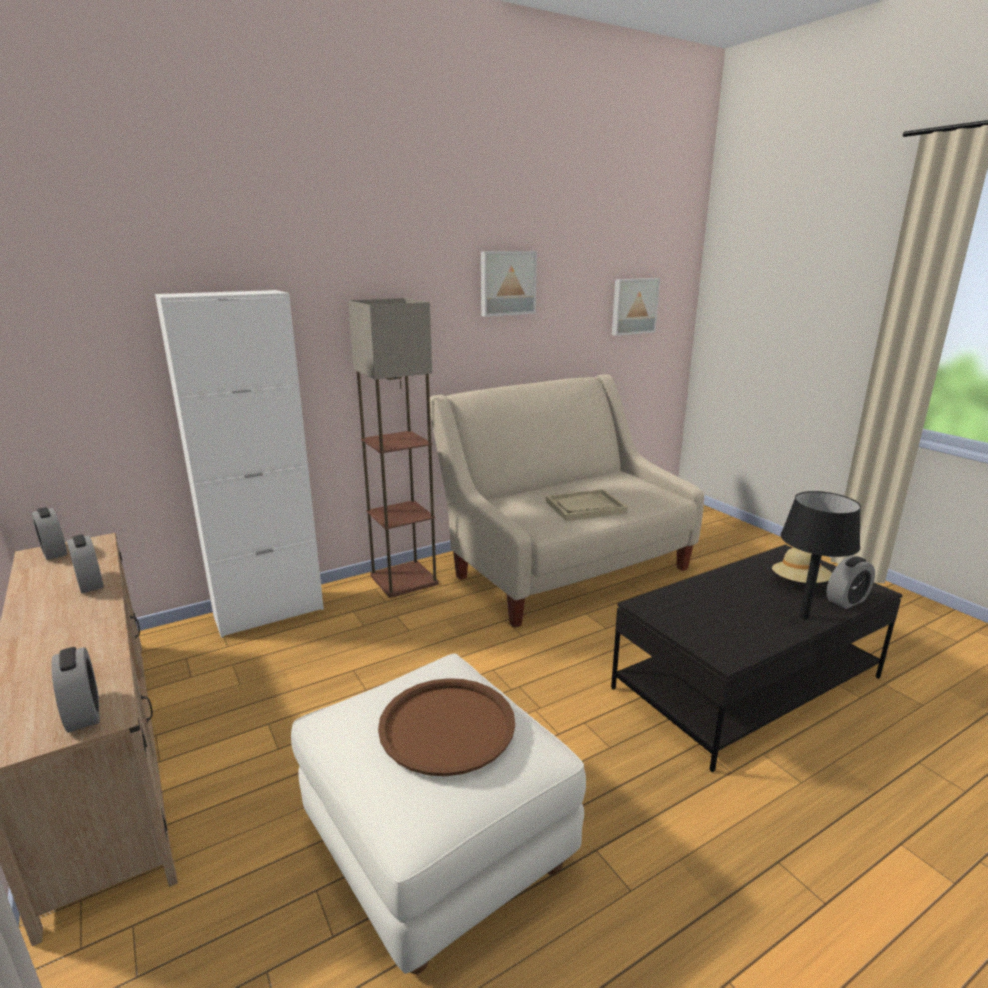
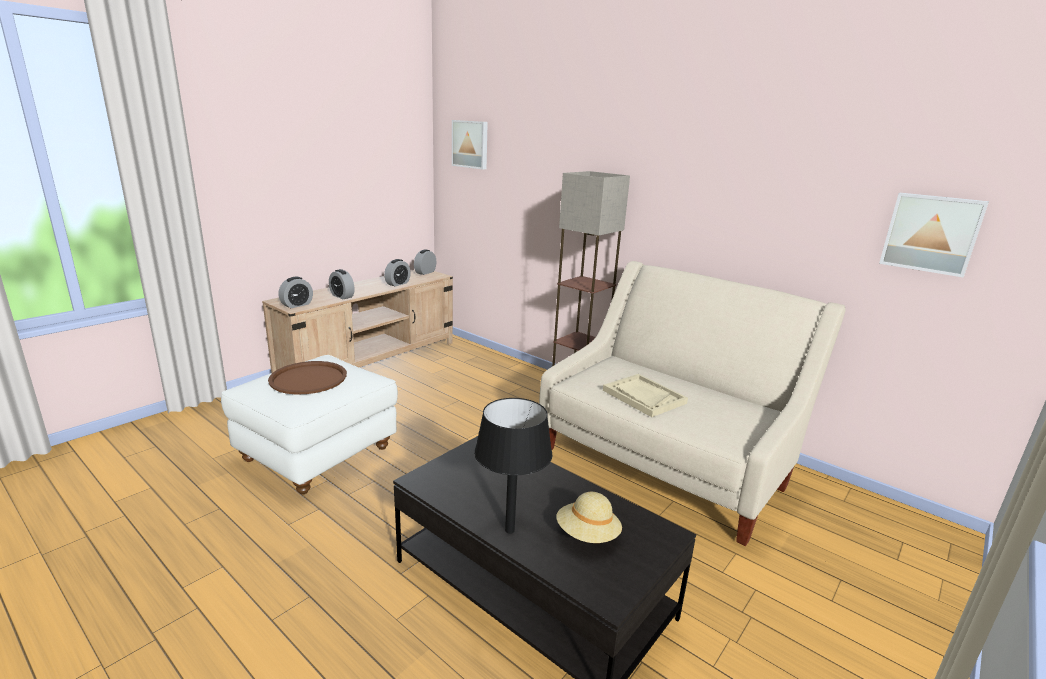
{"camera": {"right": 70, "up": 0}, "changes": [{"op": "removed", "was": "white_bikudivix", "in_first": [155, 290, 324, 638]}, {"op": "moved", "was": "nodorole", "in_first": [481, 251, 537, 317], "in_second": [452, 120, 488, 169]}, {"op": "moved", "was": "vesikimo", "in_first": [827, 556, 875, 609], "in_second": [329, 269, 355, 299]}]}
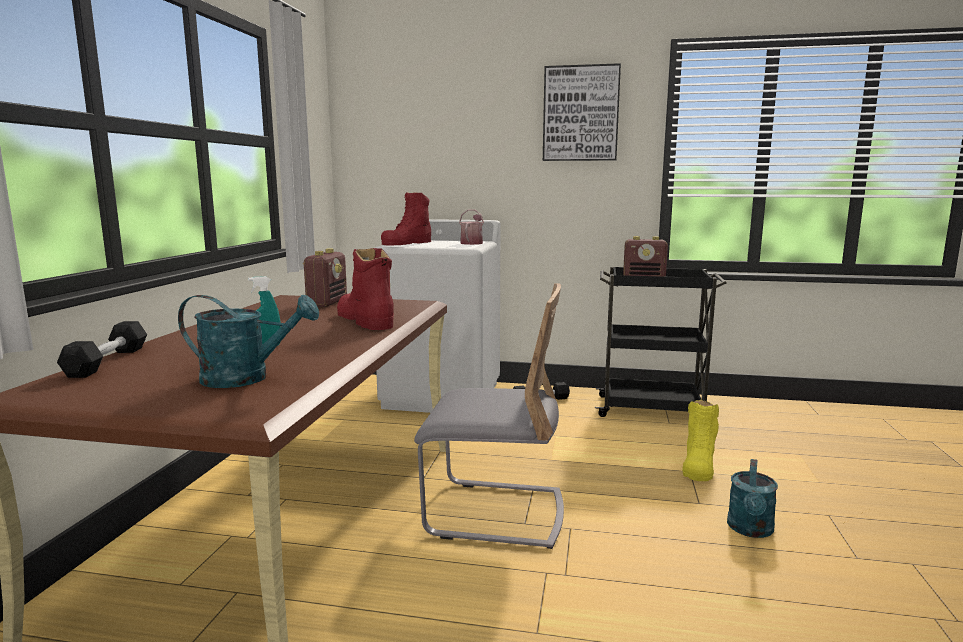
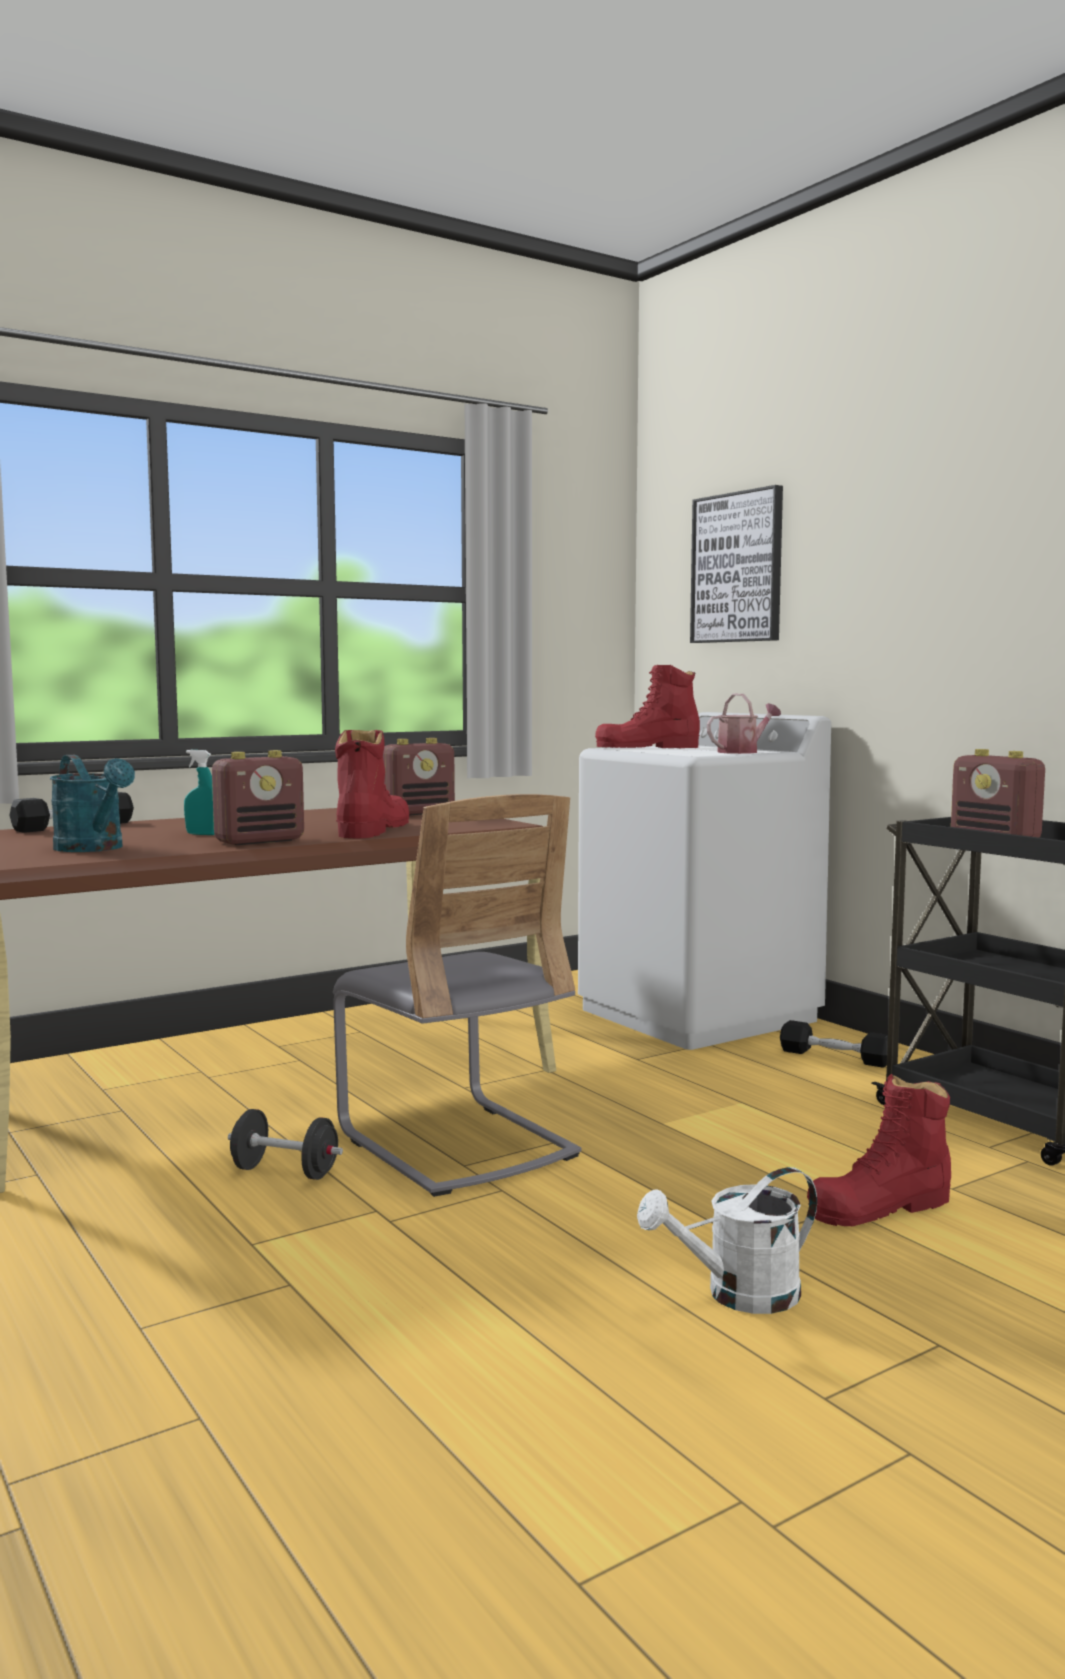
{"camera": {"right": 45, "up": -5}, "changes": [{"op": "added", "now": "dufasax", "in_second": [212, 750, 304, 845]}, {"op": "added", "now": "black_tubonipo", "in_second": [228, 1109, 343, 1180]}, {"op": "moved", "was": "nodorole", "in_first": [543, 63, 621, 161], "in_second": [690, 485, 783, 643]}, {"op": "recoloured", "was": "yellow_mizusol", "now": "red_mizusol", "in_first": [682, 400, 719, 481], "in_second": [807, 1074, 951, 1226]}, {"op": "recoloured", "was": "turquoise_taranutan", "now": "white_taranutan", "in_first": [727, 459, 778, 538], "in_second": [637, 1167, 817, 1314]}]}
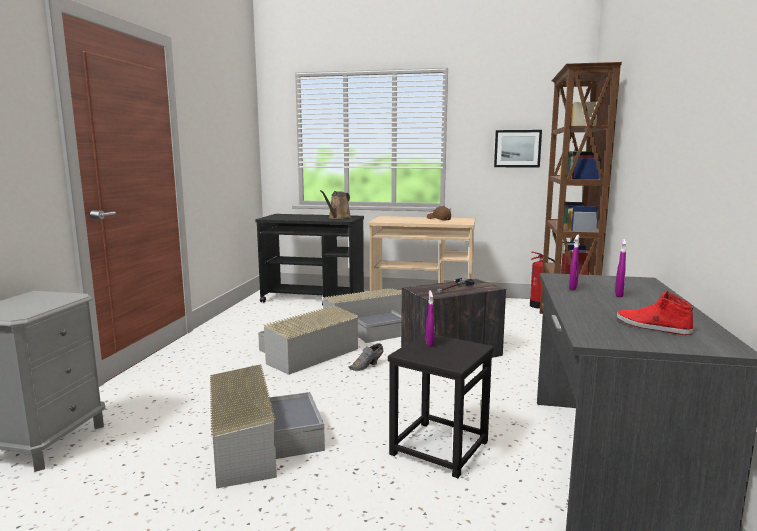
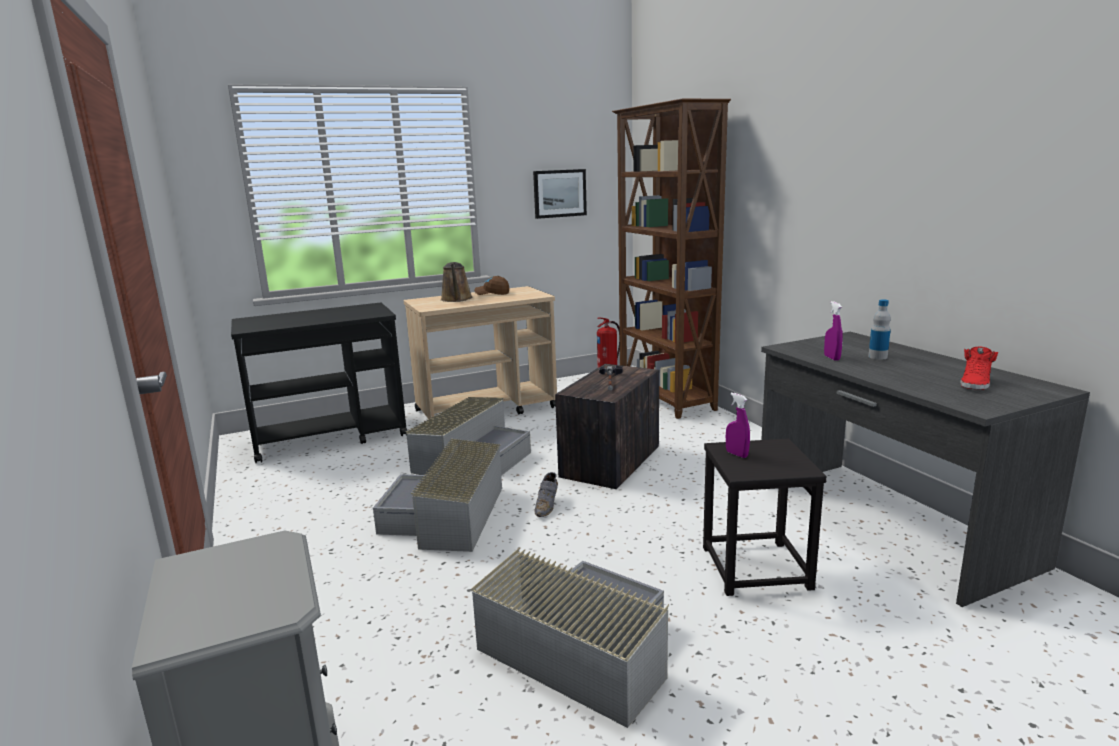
{"camera": {"right": -35, "up": 5}, "changes": [{"op": "moved", "was": "brown_taranutan", "in_first": [320, 190, 351, 219], "in_second": [441, 262, 473, 302]}, {"op": "replaced", "was": "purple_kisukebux", "now": "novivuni", "in_first": [615, 239, 626, 297], "in_second": [868, 299, 891, 360]}, {"op": "turned", "was": "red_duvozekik", "in_first": [617, 291, 694, 335], "in_second": [960, 346, 998, 390], "clockwise": -60}]}
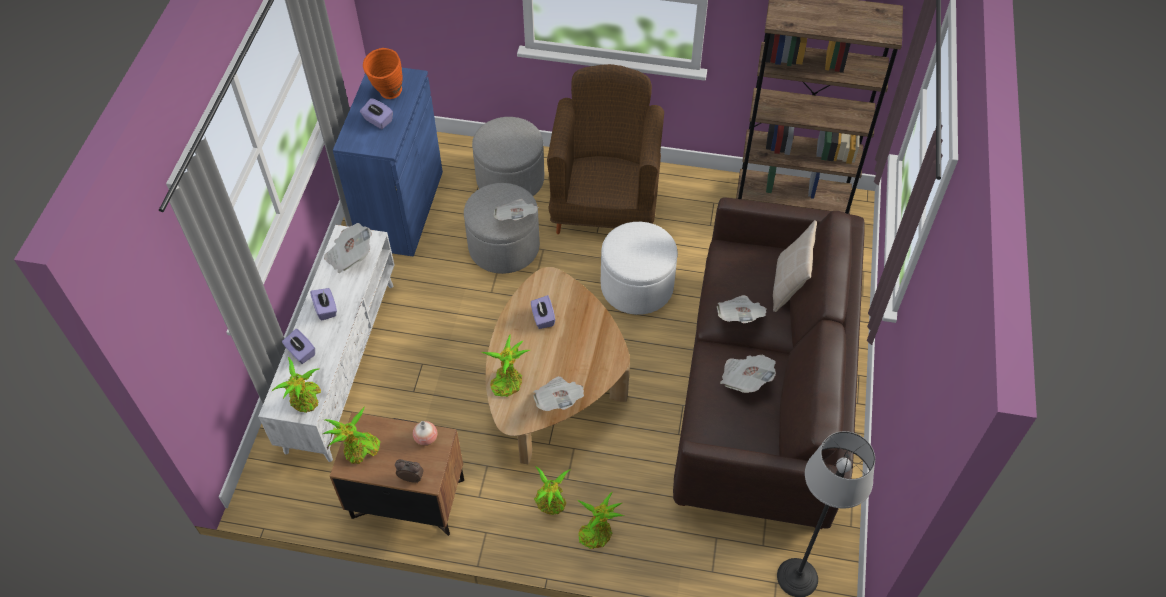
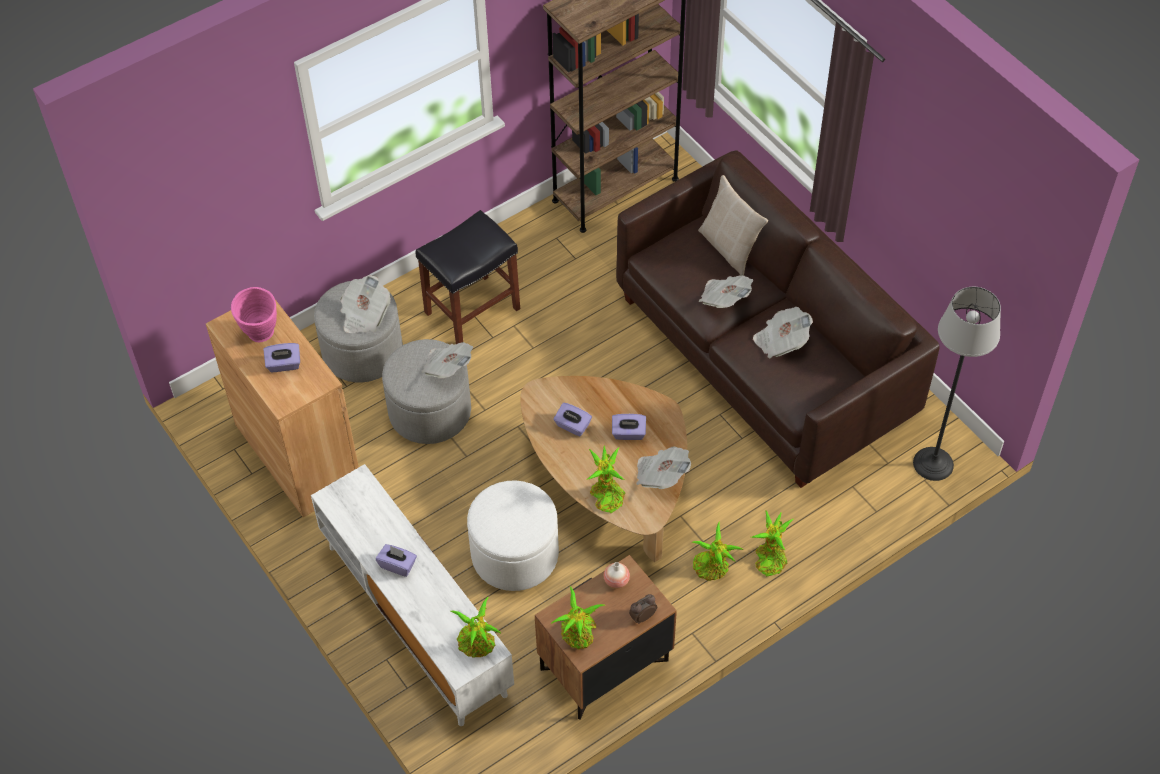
{"camera": {"right": -45, "up": 0}, "changes": [{"op": "moved", "was": "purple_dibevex", "in_first": [282, 329, 315, 364], "in_second": [612, 414, 646, 440]}, {"op": "moved", "was": "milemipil", "in_first": [324, 223, 372, 273], "in_second": [341, 275, 391, 333]}, {"op": "moved", "was": "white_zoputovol", "in_first": [601, 222, 678, 315], "in_second": [467, 480, 559, 591]}, {"op": "replaced", "was": "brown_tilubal", "now": "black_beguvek", "in_first": [547, 64, 664, 234], "in_second": [416, 210, 520, 344]}, {"op": "recoloured", "was": "blue_bikudivix", "now": "brown_bikudivix", "in_first": [333, 68, 443, 257], "in_second": [206, 300, 359, 518]}, {"op": "recoloured", "was": "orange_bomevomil", "now": "pink_bomevomil", "in_first": [363, 48, 403, 99], "in_second": [231, 287, 277, 342]}]}
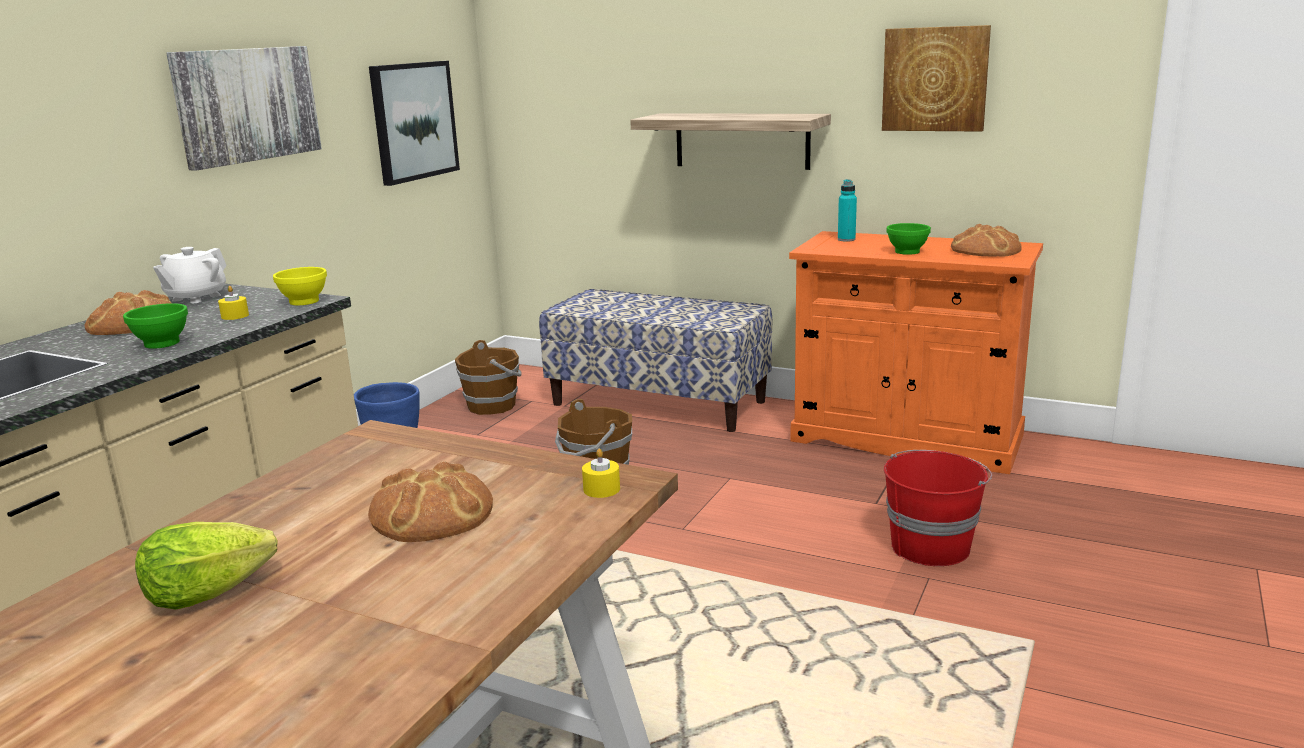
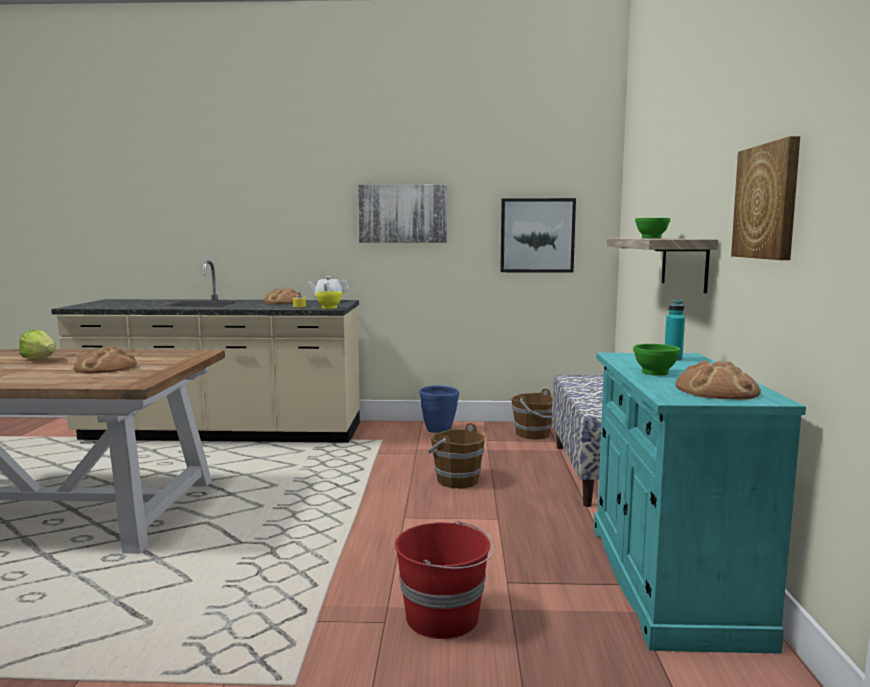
{"camera": {"right": 65, "up": -10}, "changes": [{"op": "removed", "was": "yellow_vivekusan", "in_first": [582, 449, 620, 498]}, {"op": "moved", "was": "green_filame", "in_first": [123, 303, 188, 349], "in_second": [635, 218, 670, 238]}, {"op": "recoloured", "was": "orange_bikudivix", "now": "turquoise_bikudivix", "in_first": [789, 231, 1043, 474], "in_second": [594, 353, 806, 654]}]}
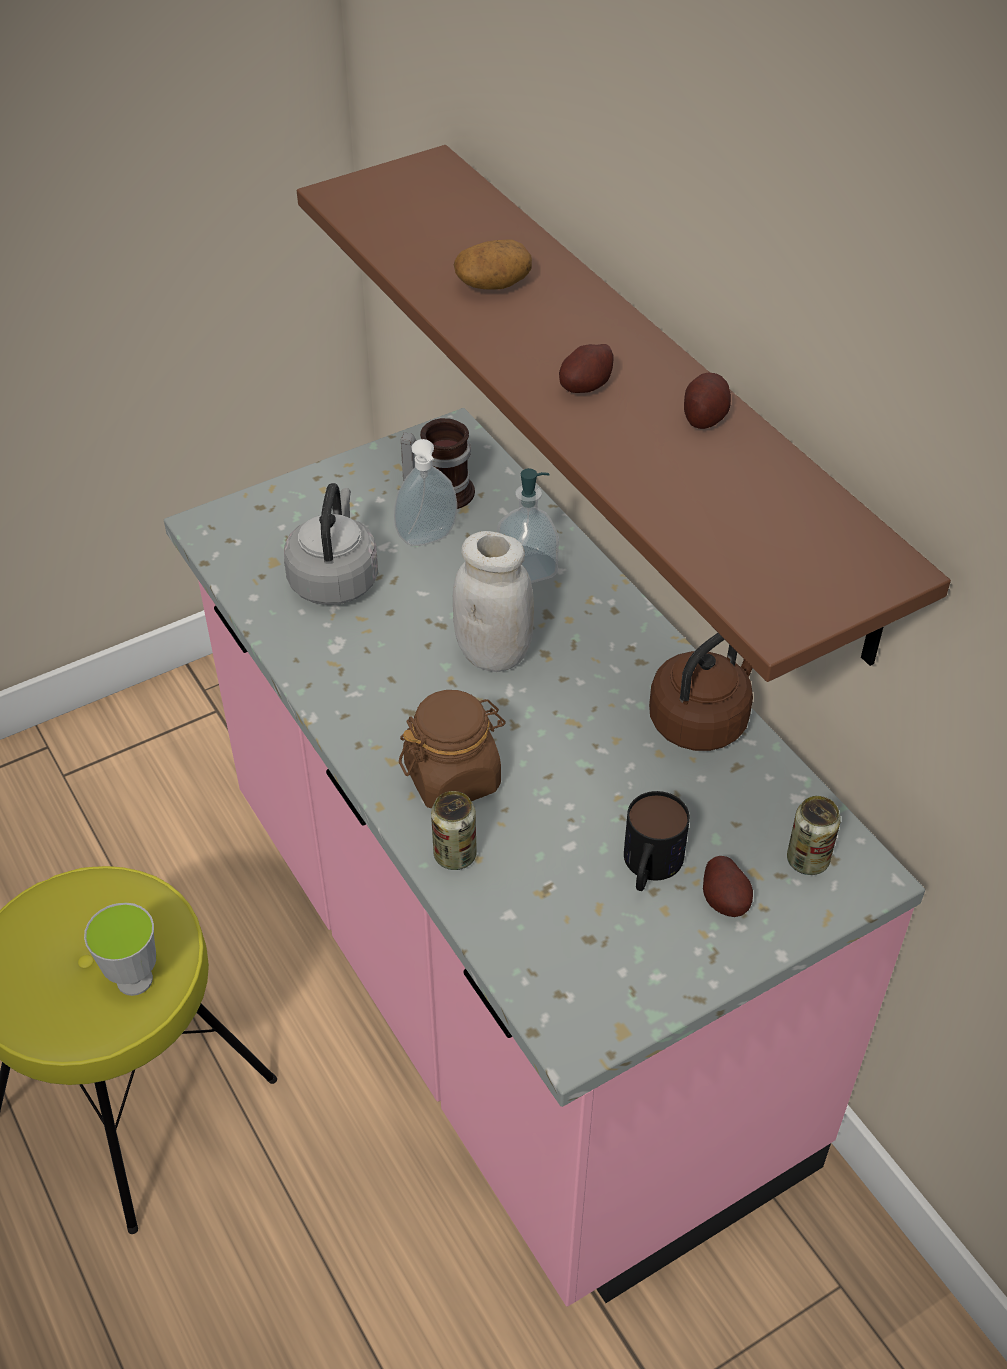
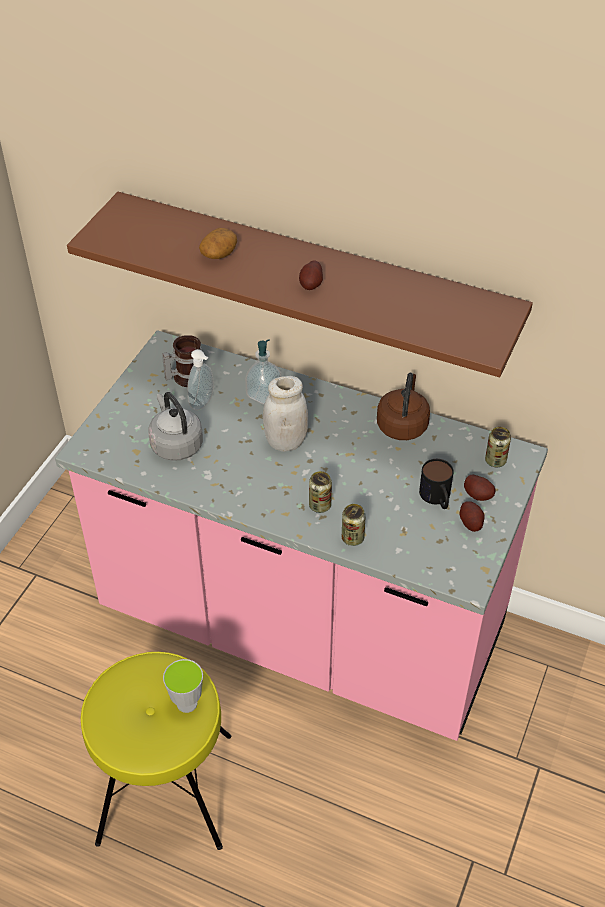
{"camera": {"right": -35, "up": 0}, "changes": [{"op": "moved", "was": "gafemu", "in_first": [684, 373, 731, 429], "in_second": [459, 501, 484, 532]}, {"op": "replaced", "was": "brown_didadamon", "now": "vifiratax", "in_first": [399, 690, 506, 809], "in_second": [309, 471, 332, 513]}]}
